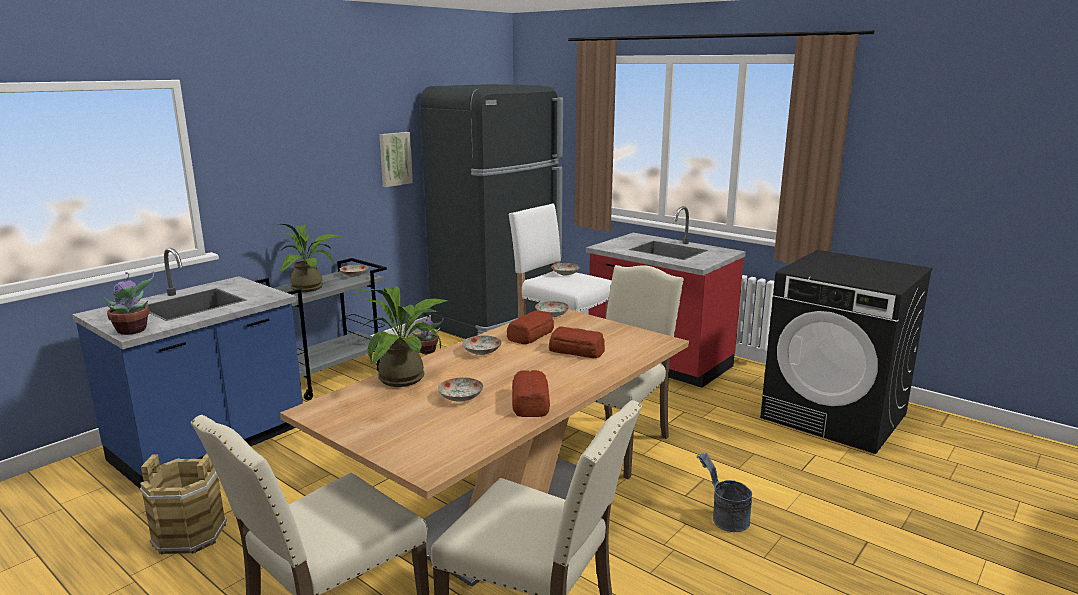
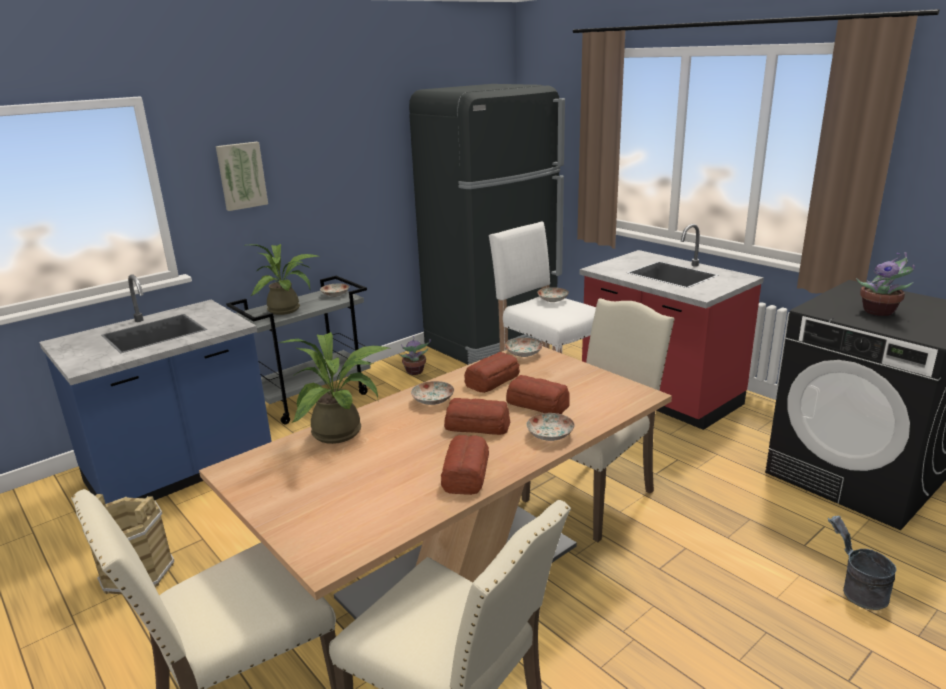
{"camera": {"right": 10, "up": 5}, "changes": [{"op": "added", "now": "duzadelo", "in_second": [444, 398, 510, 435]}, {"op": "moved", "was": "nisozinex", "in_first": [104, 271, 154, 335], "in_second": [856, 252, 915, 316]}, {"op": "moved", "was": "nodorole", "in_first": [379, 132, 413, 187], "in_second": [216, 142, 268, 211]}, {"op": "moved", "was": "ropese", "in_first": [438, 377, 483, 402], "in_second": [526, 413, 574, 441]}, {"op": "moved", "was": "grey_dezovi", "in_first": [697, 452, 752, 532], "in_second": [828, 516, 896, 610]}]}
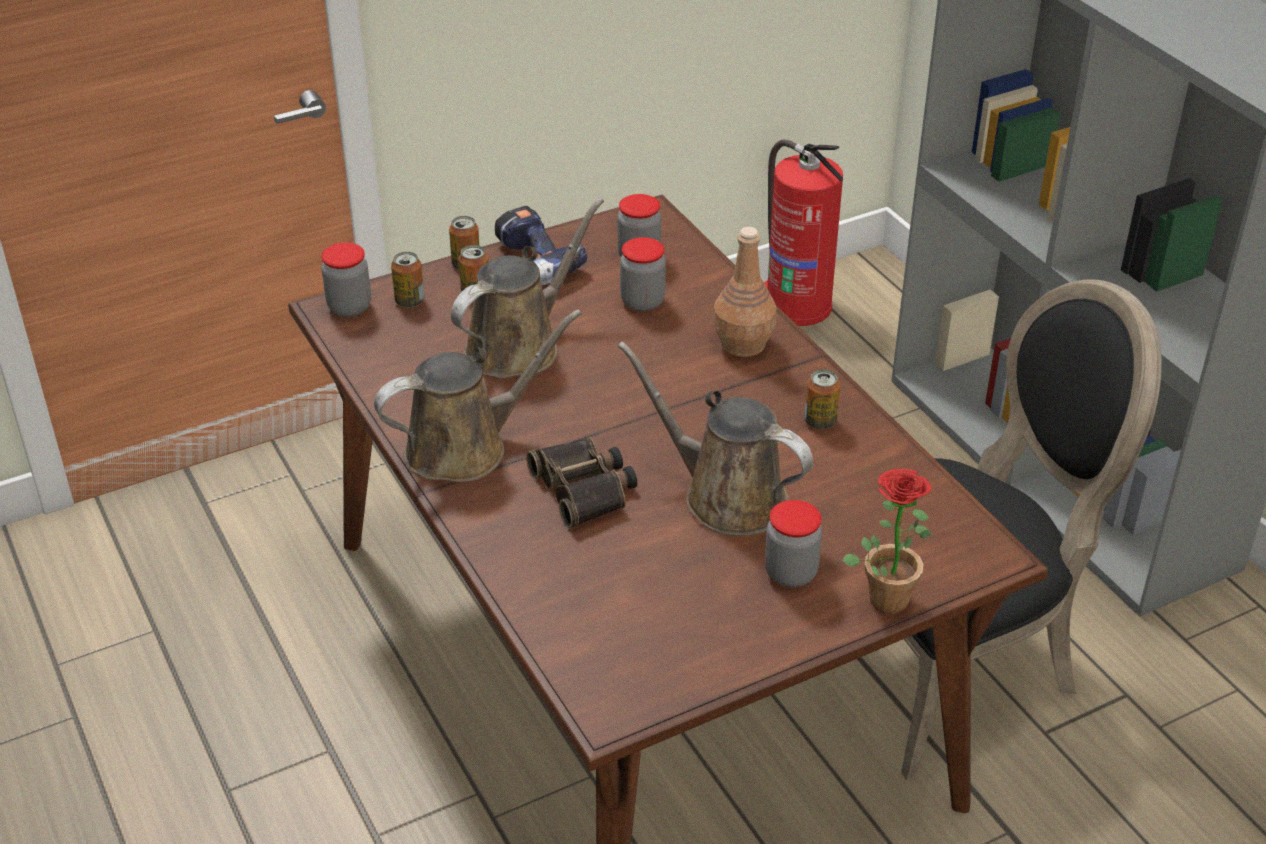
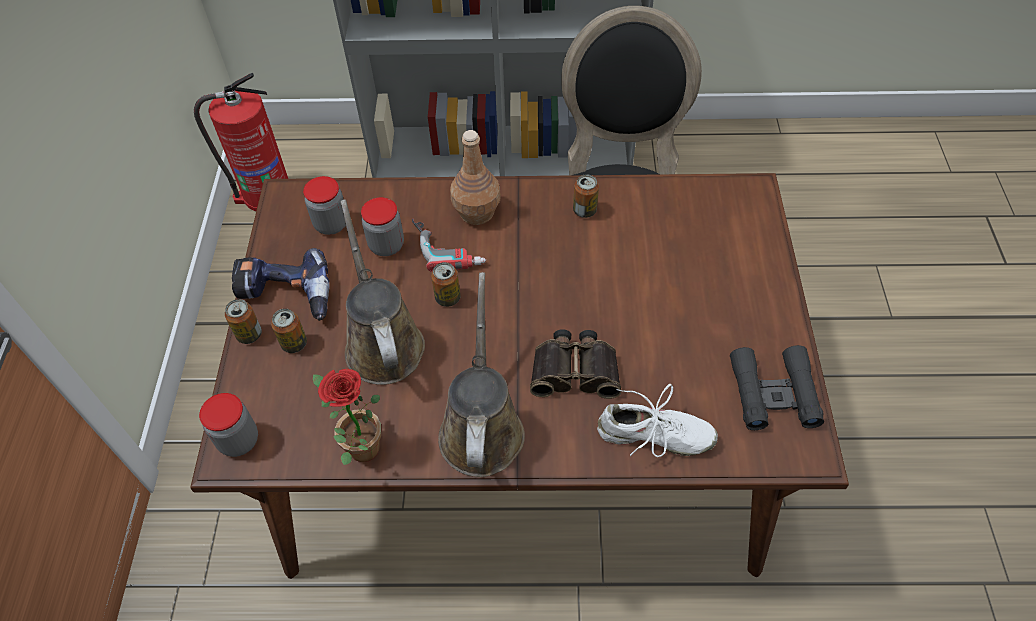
{"camera": {"right": -60, "up": 15}, "changes": [{"op": "removed", "was": "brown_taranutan", "in_first": [618, 341, 813, 536]}, {"op": "removed", "was": "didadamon", "in_first": [765, 500, 822, 587]}, {"op": "added", "now": "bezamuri", "in_second": [412, 218, 486, 272]}, {"op": "added", "now": "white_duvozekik", "in_second": [597, 384, 718, 457]}, {"op": "added", "now": "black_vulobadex", "in_second": [730, 345, 824, 430]}, {"op": "moved", "was": "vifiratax", "in_first": [391, 252, 424, 308], "in_second": [431, 262, 461, 307]}, {"op": "moved", "was": "nisozinex", "in_first": [842, 469, 931, 614], "in_second": [313, 369, 381, 465]}]}
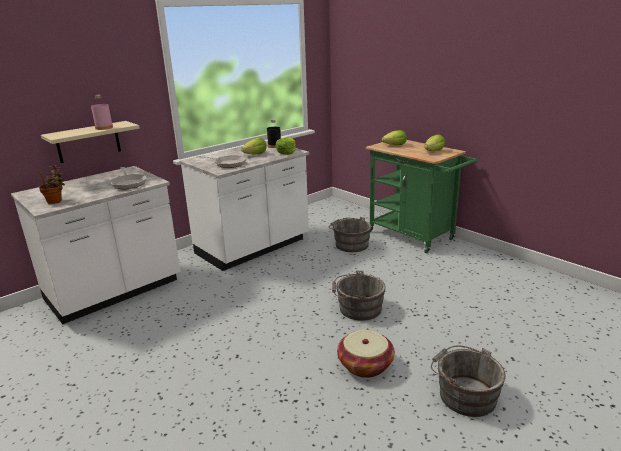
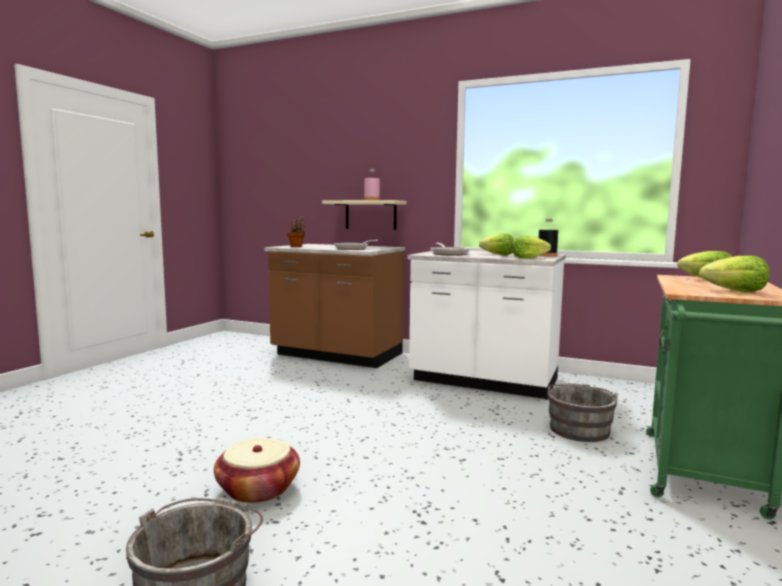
{"camera": {"right": 65, "up": -15}, "changes": [{"op": "removed", "was": "grey_dezovi", "in_first": [332, 271, 386, 321]}, {"op": "recoloured", "was": "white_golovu", "now": "brown_golovu", "in_first": [11, 166, 180, 324], "in_second": [264, 244, 405, 368]}]}
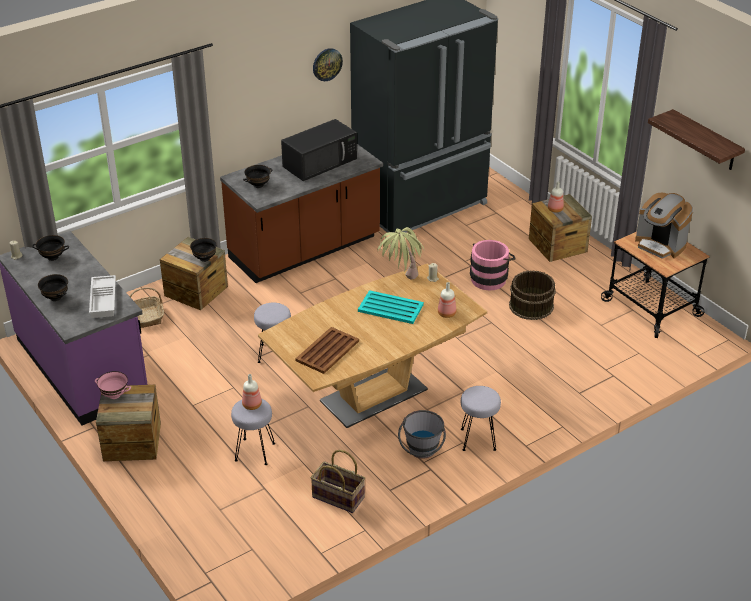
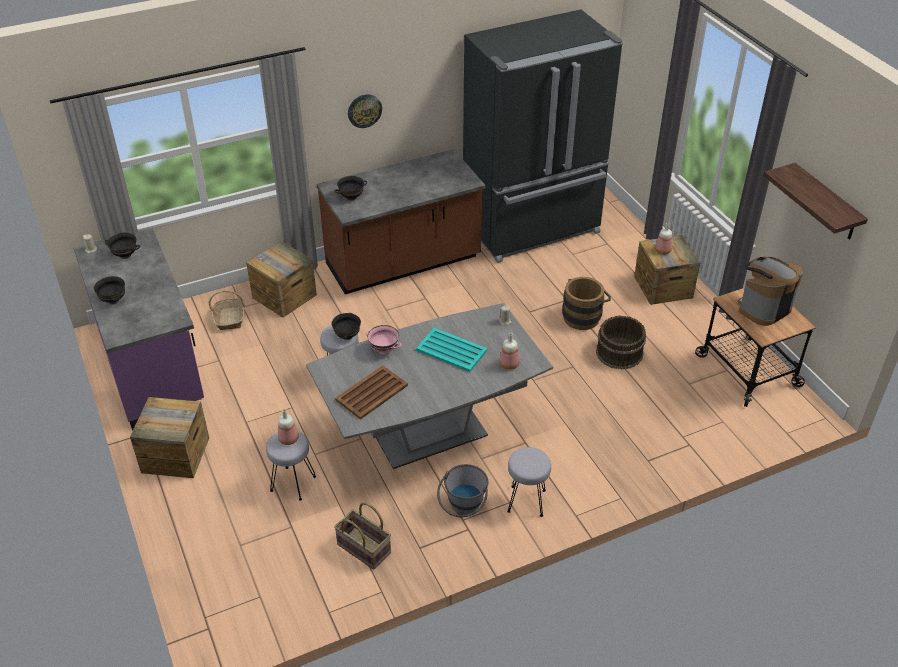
{"camera": {"right": 10, "up": 5}, "changes": [{"op": "removed", "was": "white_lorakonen", "in_first": [89, 275, 116, 318]}, {"op": "removed", "was": "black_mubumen", "in_first": [281, 119, 357, 181]}, {"op": "removed", "was": "nisozinex", "in_first": [378, 227, 424, 279]}, {"op": "moved", "was": "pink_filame", "in_first": [95, 371, 131, 399], "in_second": [366, 325, 402, 354]}, {"op": "moved", "was": "black_filame", "in_first": [190, 238, 217, 262], "in_second": [332, 313, 361, 340]}, {"op": "moved", "was": "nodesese", "in_first": [313, 48, 343, 81], "in_second": [348, 94, 382, 128]}, {"op": "recoloured", "was": "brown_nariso", "now": "grey_nariso", "in_first": [258, 264, 487, 428], "in_second": [306, 303, 553, 469]}, {"op": "recoloured", "was": "pink_dezovi", "now": "brown_dezovi", "in_first": [470, 240, 516, 290], "in_second": [562, 277, 611, 330]}, {"op": "turned", "was": "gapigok", "in_first": [635, 193, 693, 259], "in_second": [738, 257, 803, 326], "clockwise": 90}]}
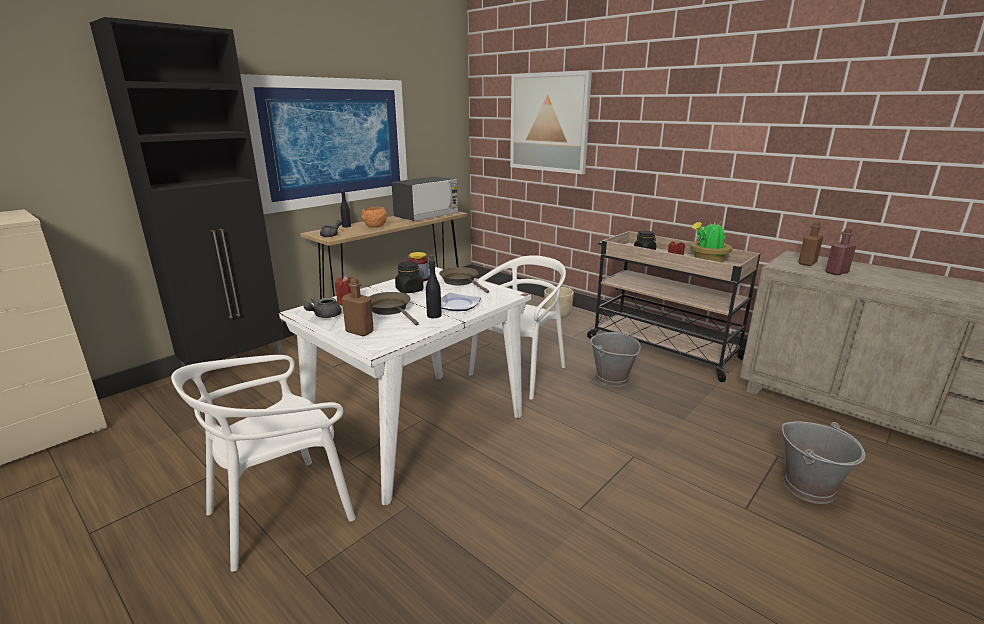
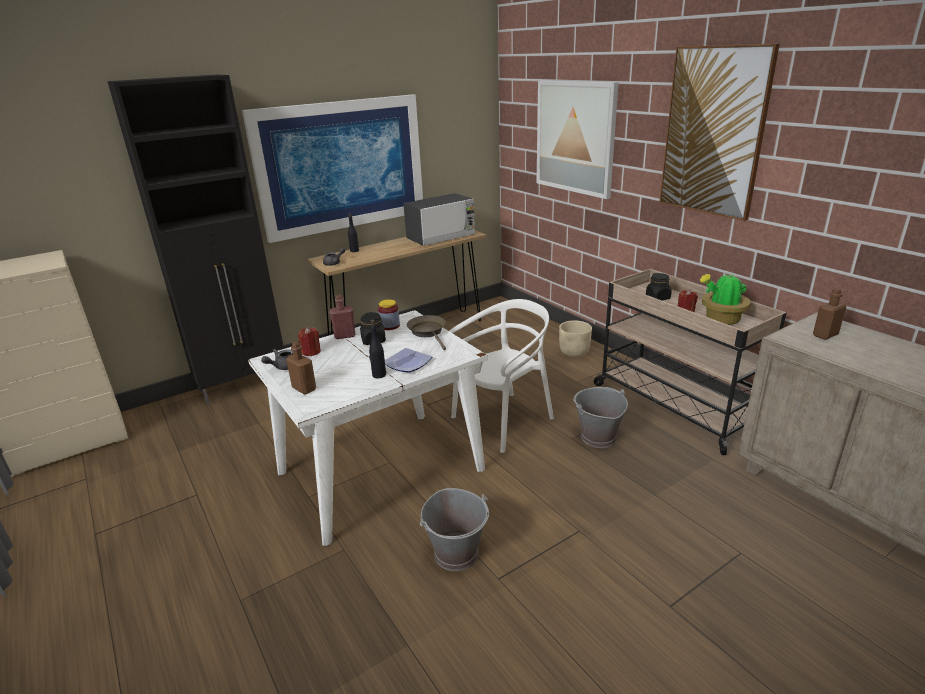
{"camera": {"right": 15, "up": 5}, "changes": [{"op": "removed", "was": "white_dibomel", "in_first": [171, 355, 356, 572]}, {"op": "removed", "was": "orange_filame", "in_first": [361, 207, 387, 227]}, {"op": "removed", "was": "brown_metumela", "in_first": [369, 292, 419, 325]}, {"op": "added", "now": "nodorole", "in_second": [659, 44, 780, 221]}, {"op": "moved", "was": "grey_dezovi", "in_first": [782, 421, 865, 504], "in_second": [420, 488, 489, 571]}, {"op": "moved", "was": "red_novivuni", "in_first": [825, 228, 856, 275], "in_second": [329, 294, 356, 339]}]}
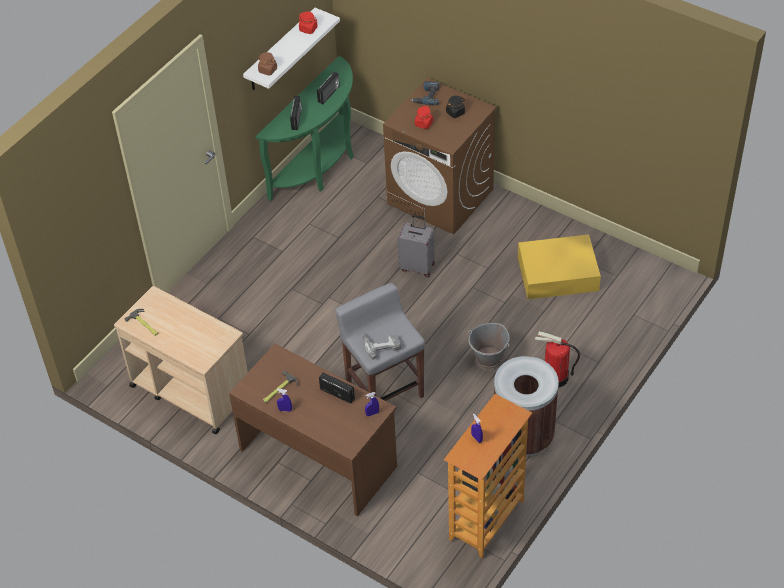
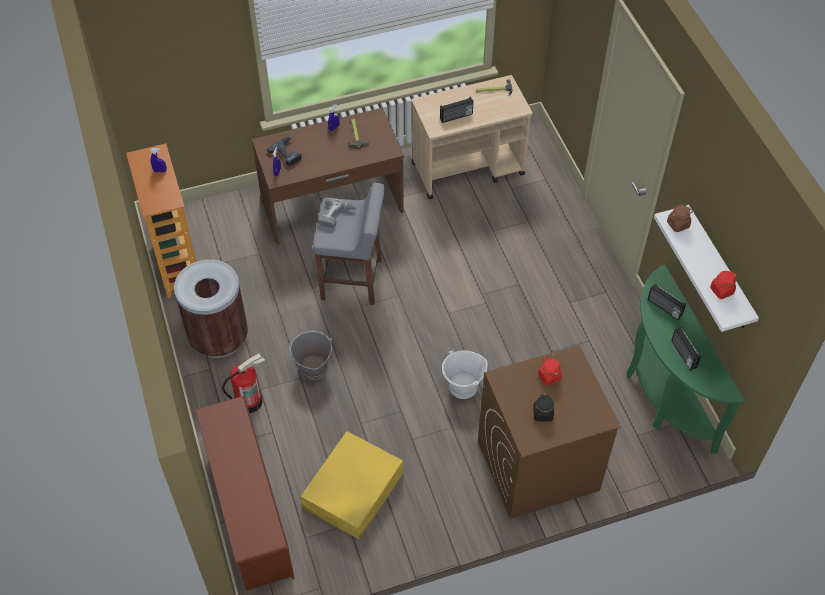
{"camera": {"right": 125, "up": 5}, "changes": [{"op": "added", "now": "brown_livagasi", "in_second": [195, 396, 295, 591]}, {"op": "moved", "was": "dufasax", "in_first": [319, 373, 355, 404], "in_second": [440, 97, 474, 123]}, {"op": "moved", "was": "bezamuri", "in_first": [411, 81, 440, 105], "in_second": [267, 136, 302, 167]}, {"op": "replaced", "was": "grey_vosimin", "now": "white_dezovi", "in_first": [397, 215, 435, 277], "in_second": [442, 350, 488, 399]}]}
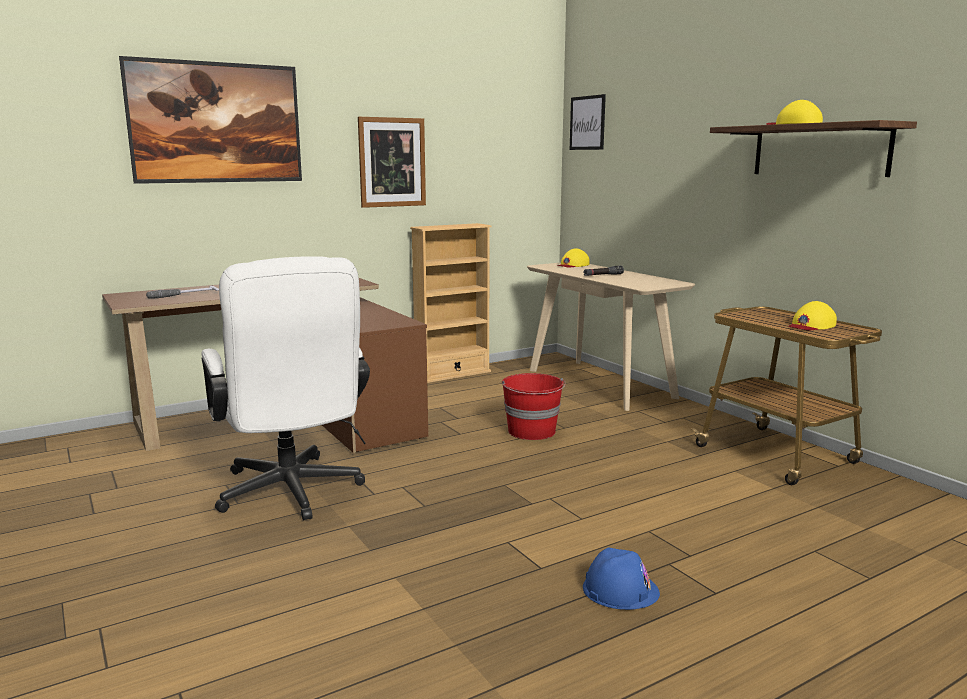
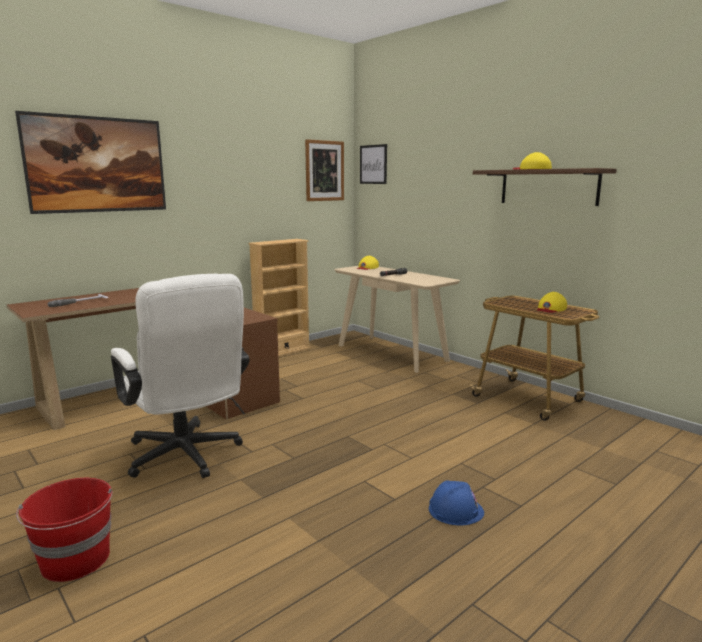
{"camera": {"right": -10, "up": 0}, "changes": [{"op": "moved", "was": "nodorole", "in_first": [358, 117, 426, 208], "in_second": [305, 139, 344, 201]}, {"op": "moved", "was": "red_dezovi", "in_first": [502, 373, 566, 440], "in_second": [16, 478, 113, 582]}]}
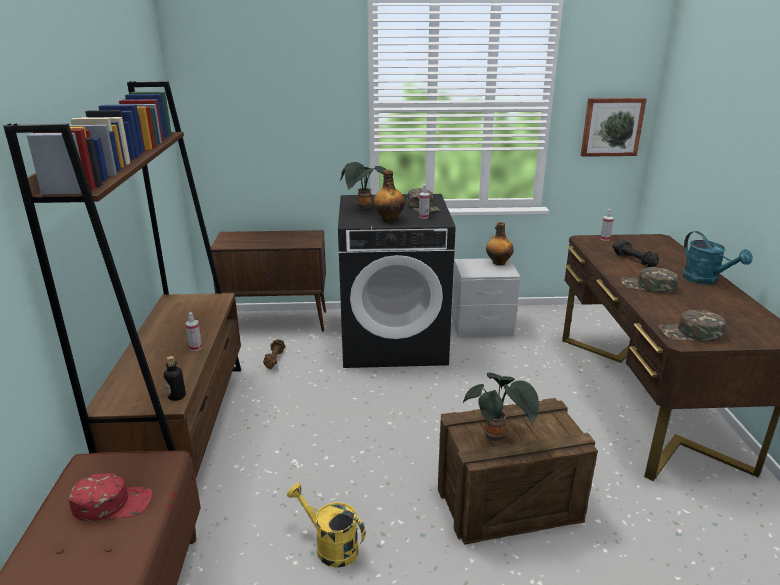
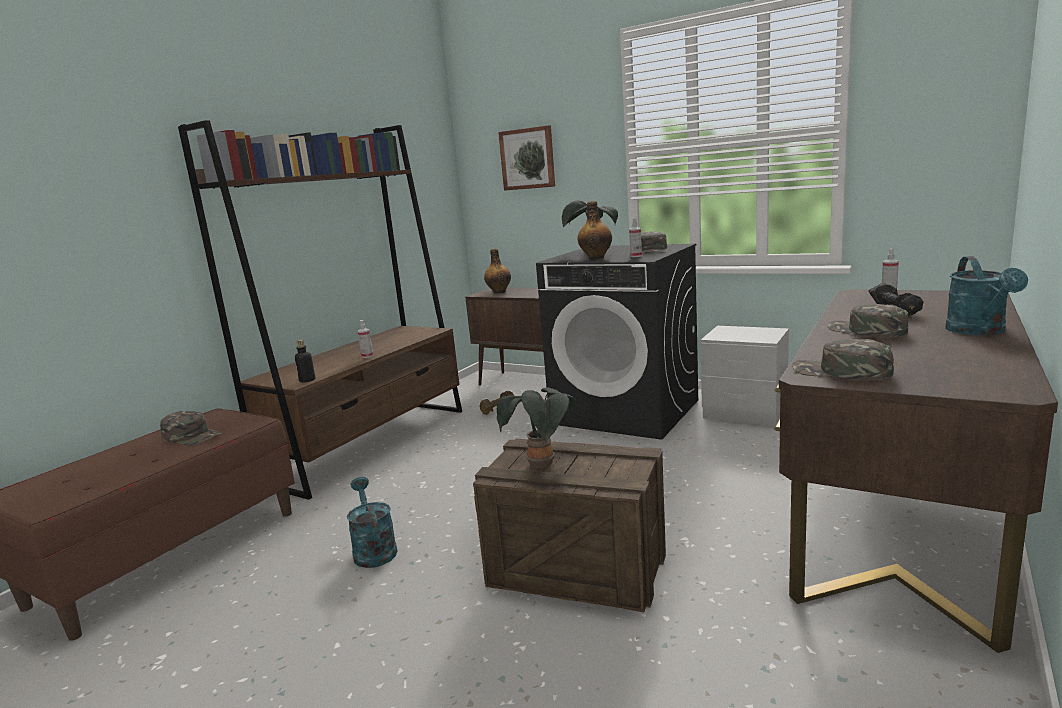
{"camera": {"right": 35, "up": -10}, "changes": [{"op": "moved", "was": "novivuni", "in_first": [486, 222, 514, 265], "in_second": [484, 249, 511, 293]}, {"op": "moved", "was": "nodorole", "in_first": [581, 98, 647, 157], "in_second": [498, 125, 555, 191]}, {"op": "recoloured", "was": "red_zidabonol", "now": "green_zidabonol", "in_first": [69, 473, 152, 521], "in_second": [160, 411, 223, 446]}, {"op": "recoloured", "was": "yellow_taranutan", "now": "turquoise_taranutan", "in_first": [287, 483, 366, 568], "in_second": [347, 477, 397, 568]}]}
